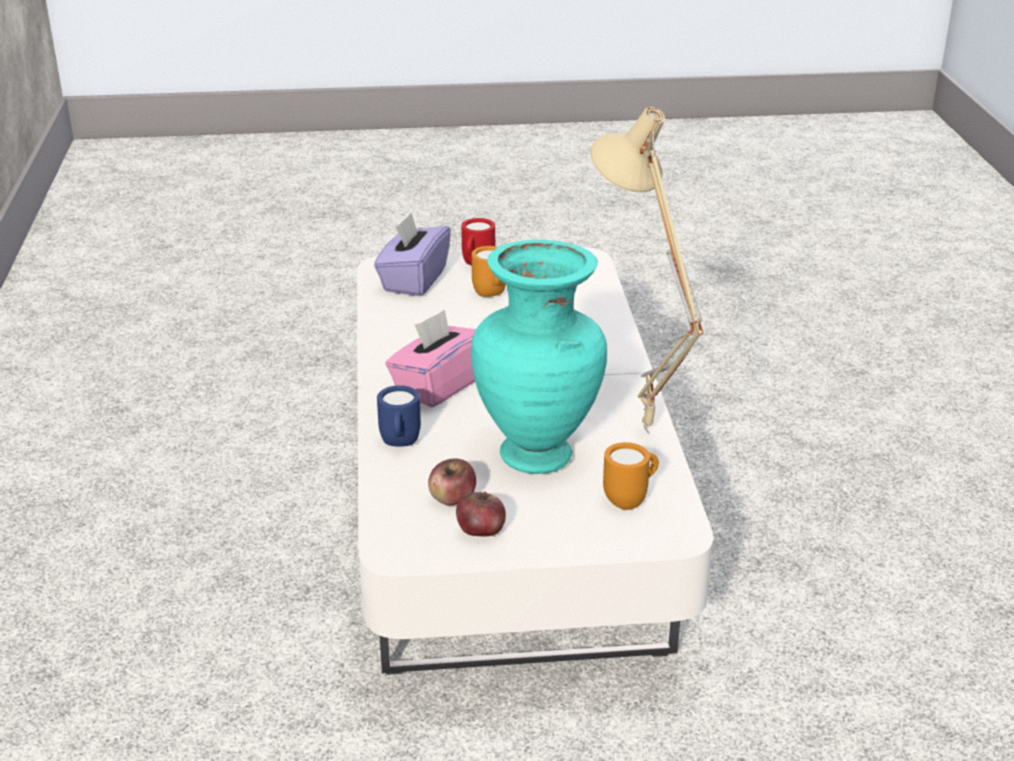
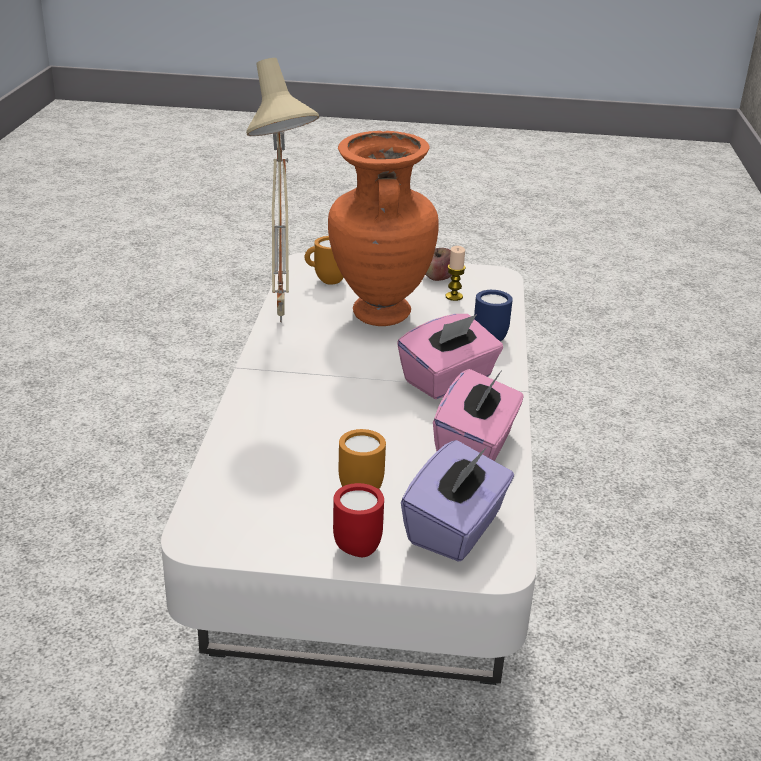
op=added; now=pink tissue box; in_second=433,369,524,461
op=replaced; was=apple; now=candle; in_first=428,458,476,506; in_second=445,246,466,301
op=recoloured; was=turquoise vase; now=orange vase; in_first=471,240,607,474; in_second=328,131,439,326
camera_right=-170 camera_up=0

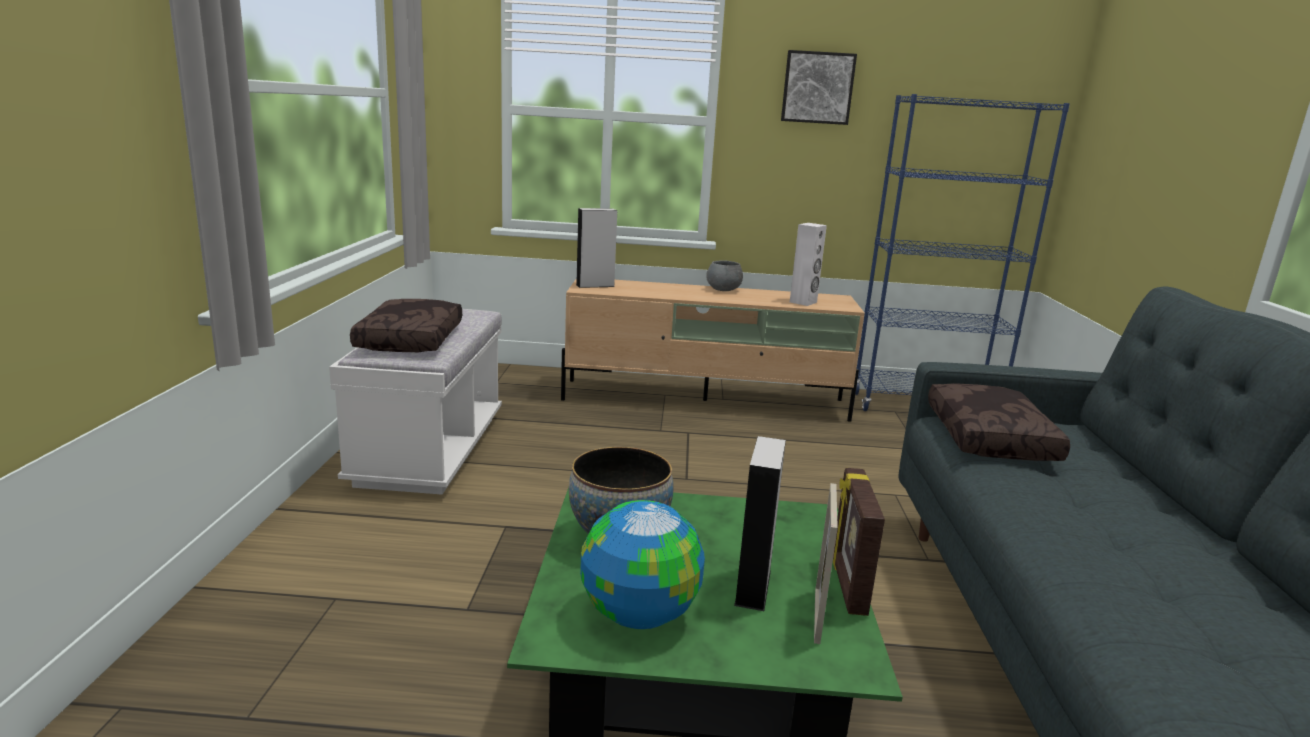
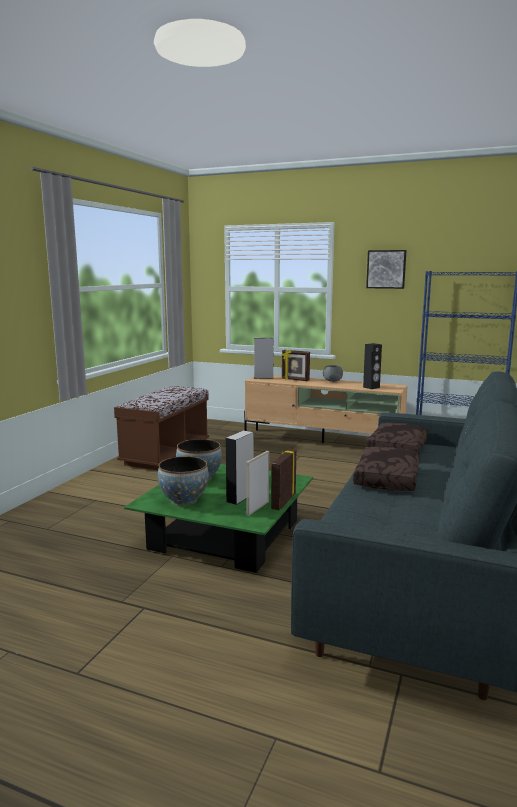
op=added; now=picture frame; in_second=282,350,310,381
op=moved; was=brown pillow; in_first=350,299,462,352; in_second=353,447,420,491
op=replaced; was=globe; now=bowl; in_first=580,500,705,629; in_second=158,456,209,506
op=recoloured; was=white bench; now=brown bench; in_first=329,309,502,495; in_second=114,386,209,470
op=recoloured; was=white speaker; now=black speaker; in_first=790,223,827,306; in_second=363,343,382,389
camera_right=20 camera_up=-5

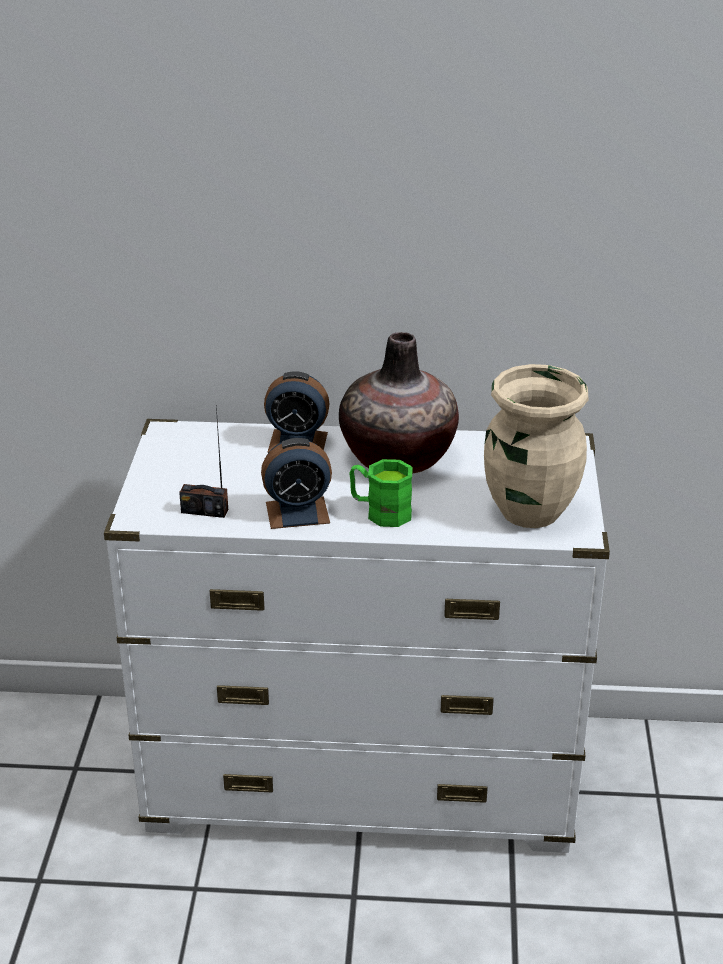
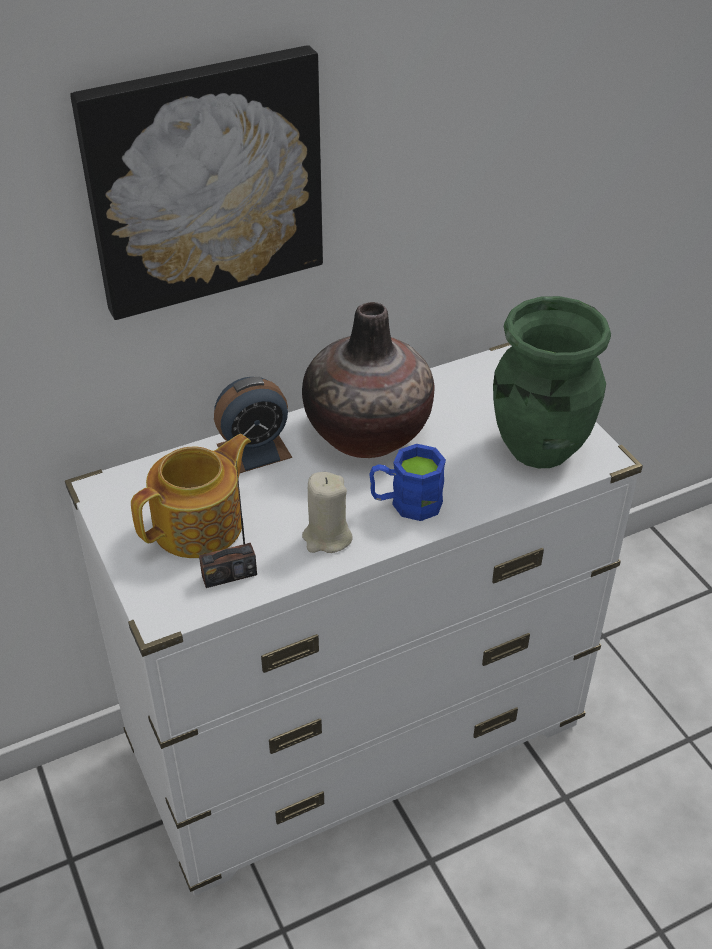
op=added; now=picture; in_second=70,45,323,320
op=added; now=teapot; in_second=131,434,251,558
op=replaced; was=alarm clock; now=beige candle; in_first=261,438,332,529; in_second=302,472,353,553
op=recoloured; was=green mug; now=blue mug; in_first=349,459,413,527; in_second=369,444,446,521
op=recoloured; was=beige vase; now=green vase; in_first=484,364,588,528; in_second=493,296,611,468
camera_right=-30 camera_up=10

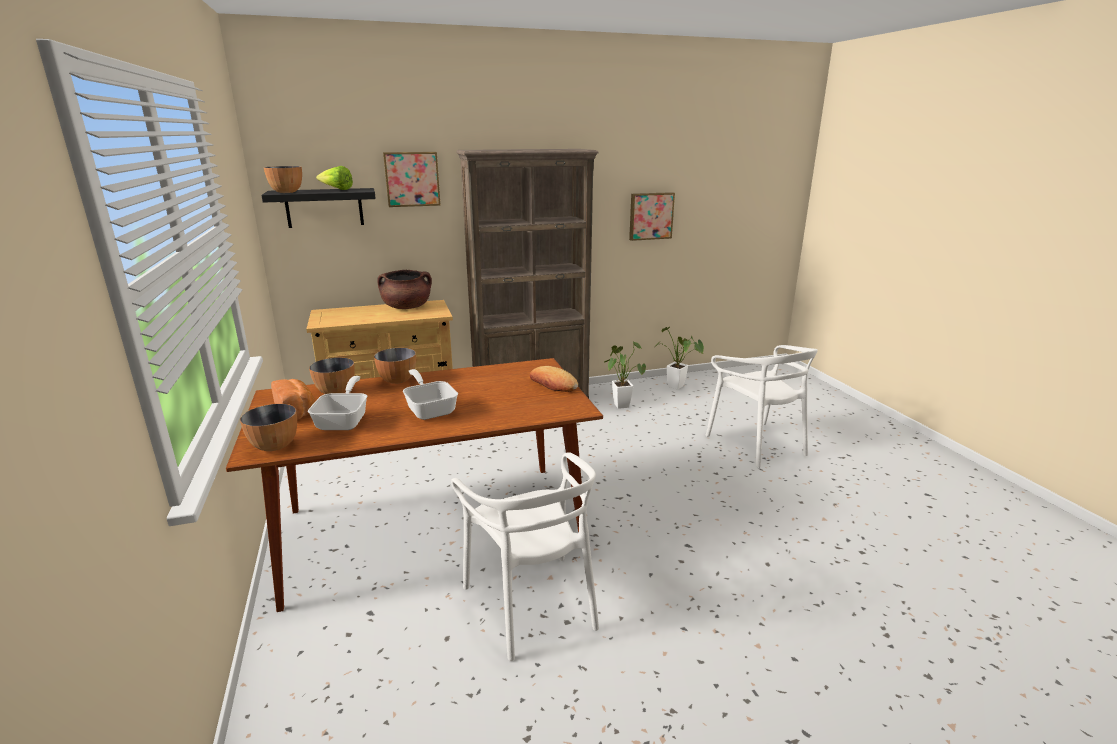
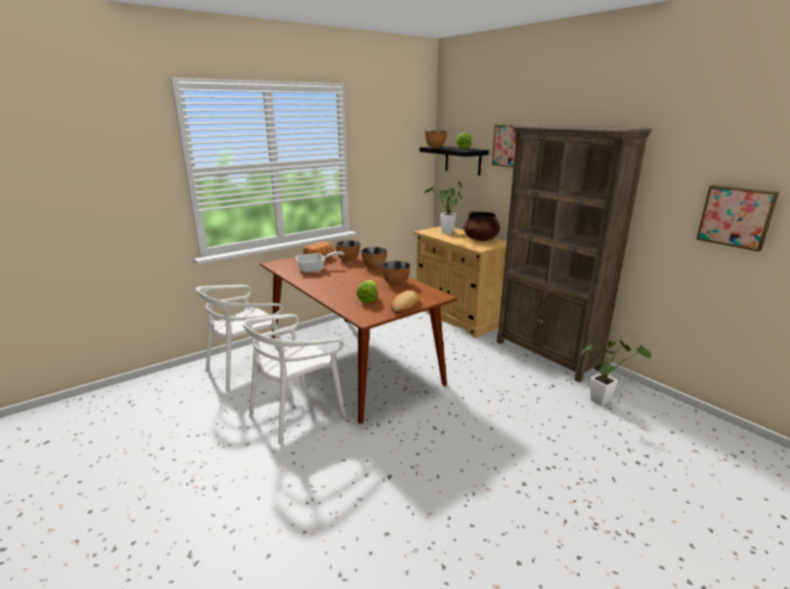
op=removed; was=frying pan; in_first=403,369,458,420
op=added; now=lettuce; in_second=356,280,377,303
op=moved; was=bowl; in_first=240,404,297,451; in_second=382,261,410,286
op=moved; was=potted plant; in_first=656,327,704,390; in_second=424,182,462,234
op=moved; was=white chair; in_first=706,345,818,468; in_second=196,285,283,392
camera_right=70 camera_up=0

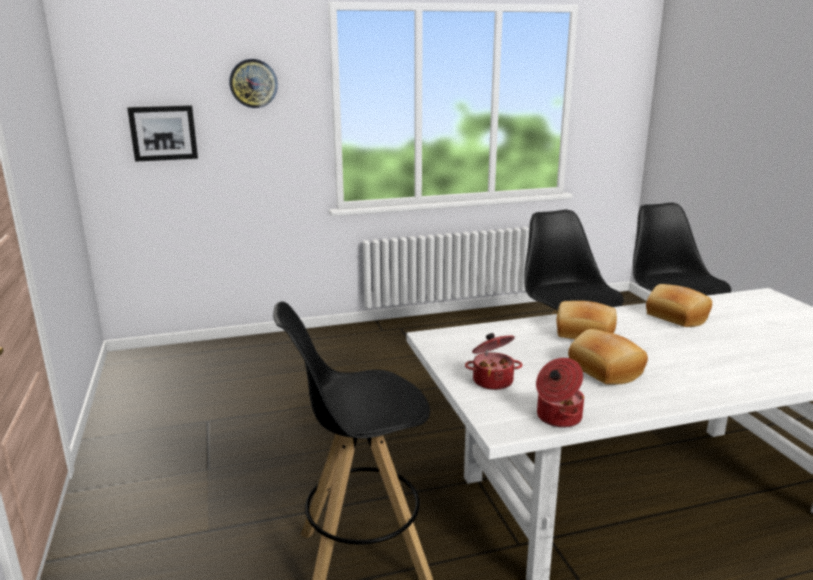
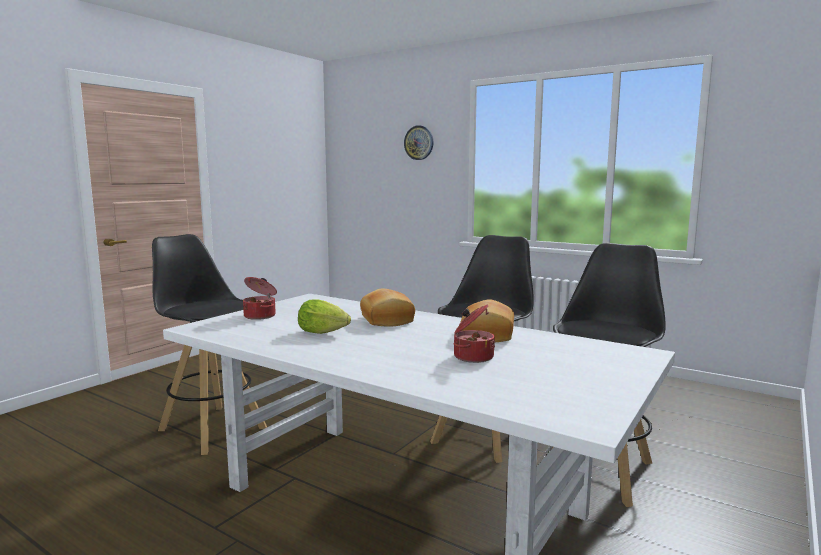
op=removed; was=picture; in_first=127,105,198,162
op=moved; was=cooking pot; in_first=536,358,584,428; in_second=453,304,495,363
op=replaced; was=bread; now=lettuce; in_first=568,329,648,385; in_second=298,299,351,334
camera_right=50 camera_up=-10

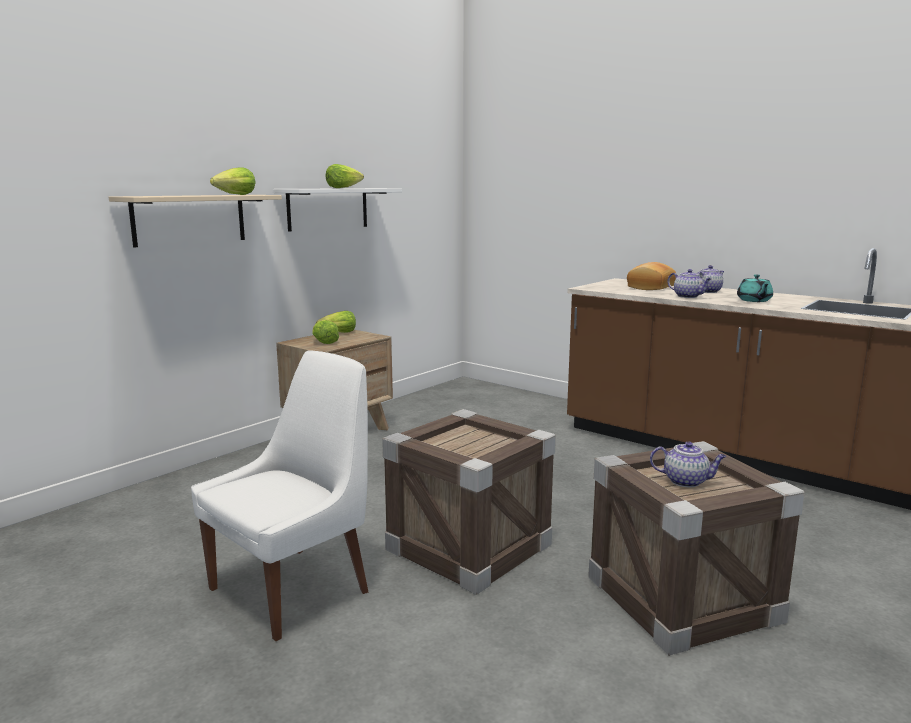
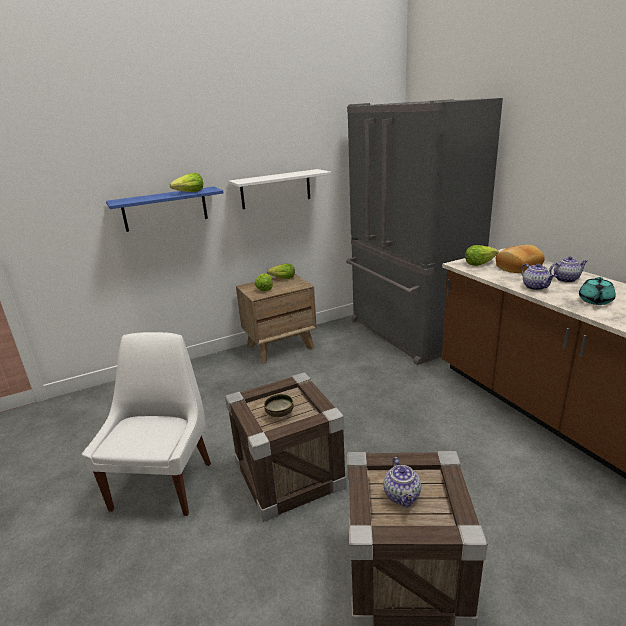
op=added; now=bowl; in_second=264,394,294,417
op=added; now=grey fridge; in_second=346,98,503,365
op=moved; was=lettuce; in_first=326,164,364,188; in_second=465,245,499,266
op=recoloured; was=beige shelf; now=blue shelf; in_first=109,195,282,248; in_second=106,187,223,232
op=turned; was=white chair; in_first=191,350,368,641; in_second=82,332,211,516; clockwise=-60
op=turned; was=teapot; in_first=650,441,726,487; in_second=383,457,421,508; clockwise=45
camera_right=25 camera_up=10

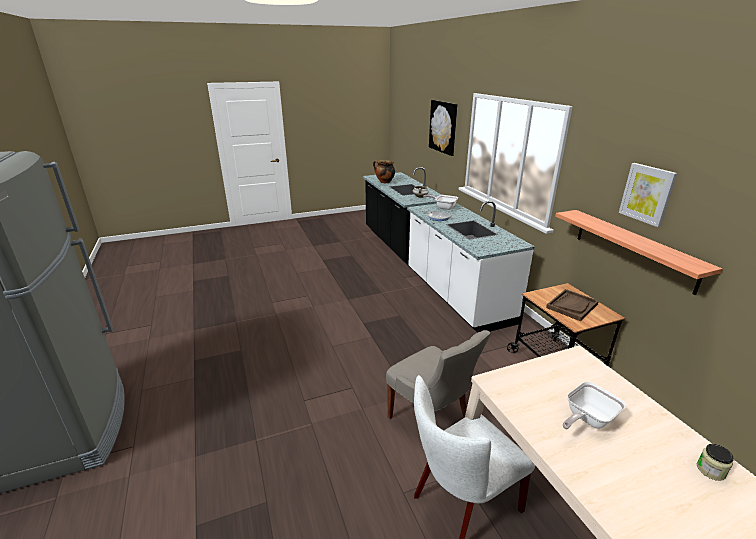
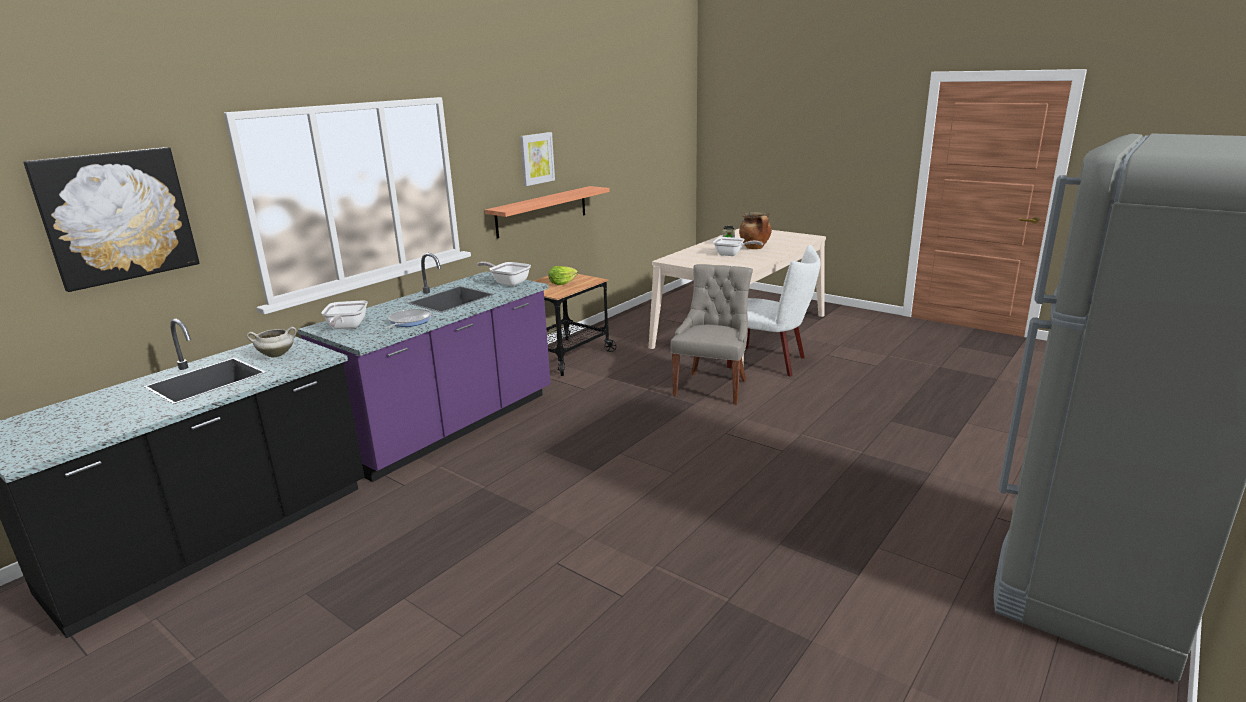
op=added; now=frying pan; in_second=478,262,531,286
op=moved; was=cooking pot; in_first=373,160,395,183; in_second=739,212,772,249
op=replaced; was=brown tray; now=lettuce; in_first=546,289,599,321; in_second=548,266,578,285
op=recoloured; was=white counter; now=purple counter; in_first=407,201,535,333; in_second=298,253,551,482
camera_right=-120 camera_up=-5

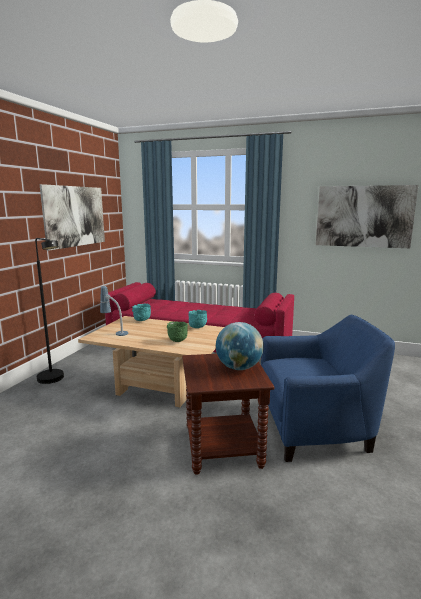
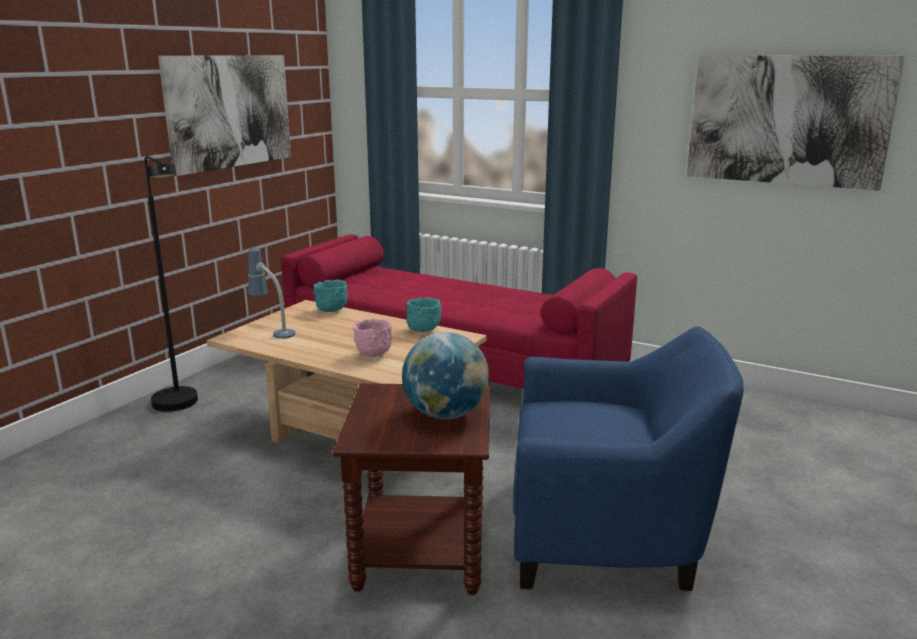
op=recoloured; was=green bowl; now=pink bowl; in_first=166,322,188,342; in_second=353,319,392,357
camera_right=10 camera_up=5

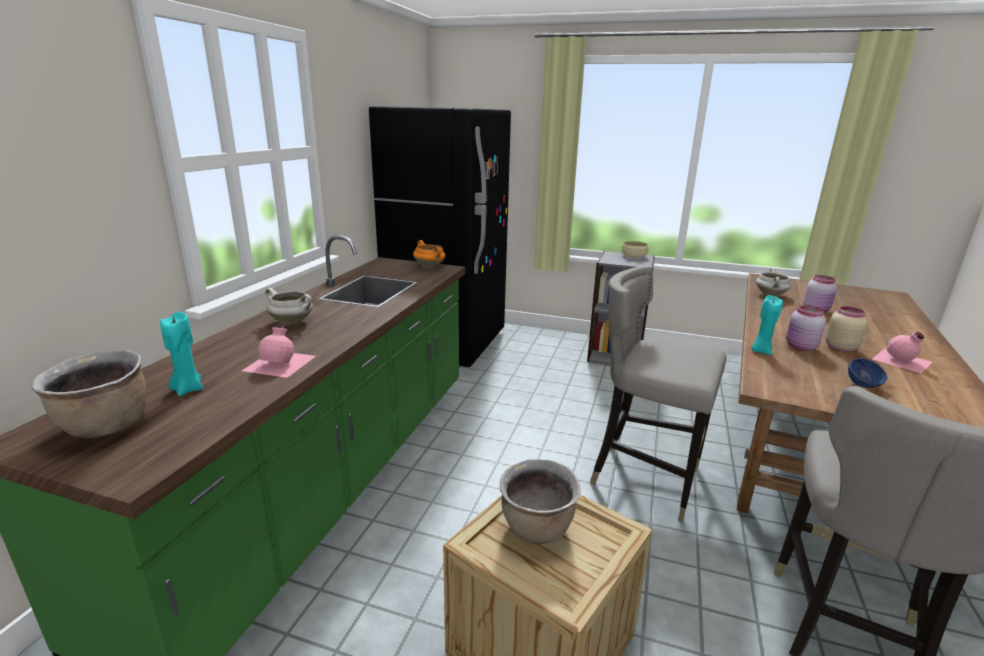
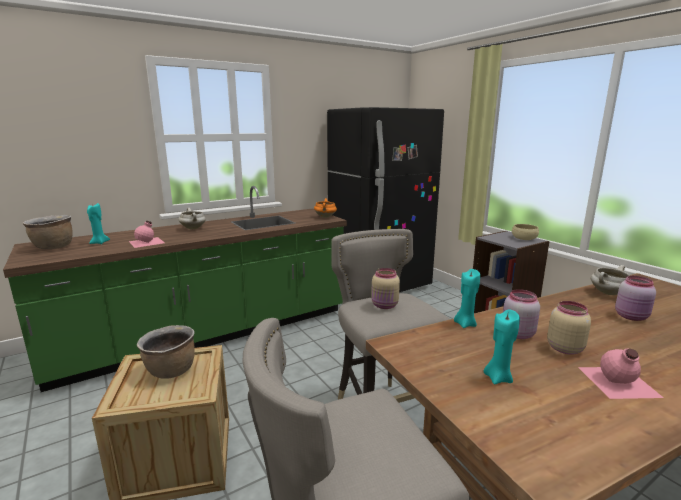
op=added; now=beige jar; in_second=371,268,400,309
op=replaced; was=blue bowl; now=turquoise candle; in_first=848,358,887,388; in_second=484,309,520,385
camera_right=40 camera_up=-5

